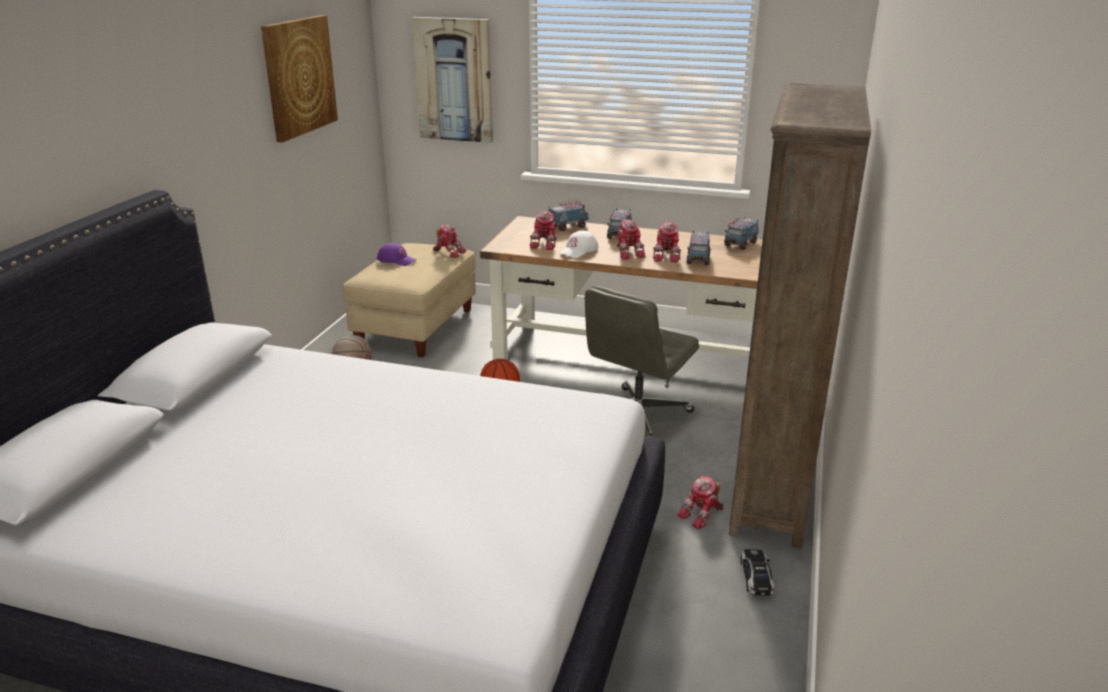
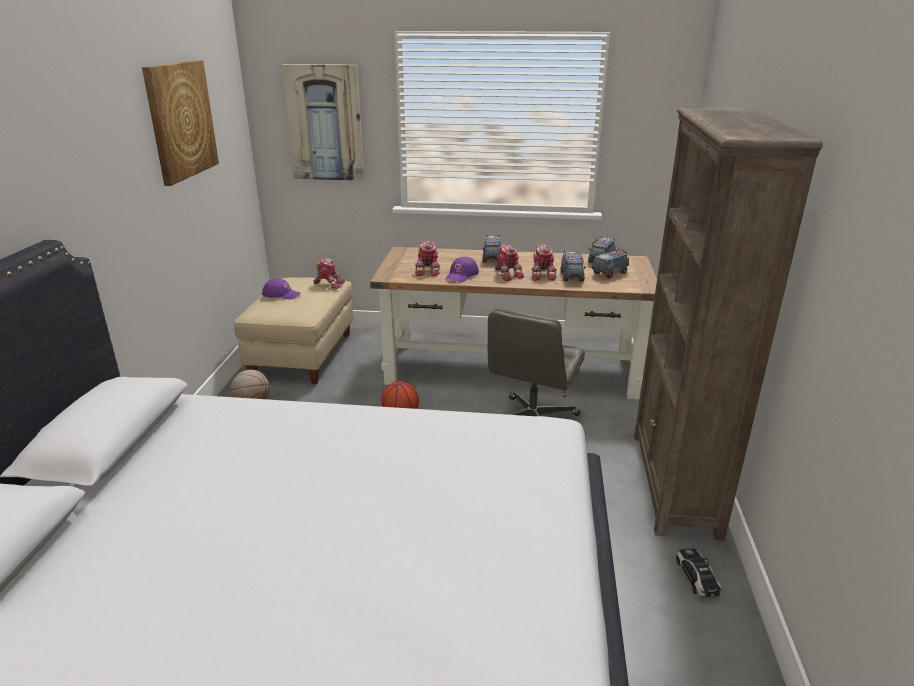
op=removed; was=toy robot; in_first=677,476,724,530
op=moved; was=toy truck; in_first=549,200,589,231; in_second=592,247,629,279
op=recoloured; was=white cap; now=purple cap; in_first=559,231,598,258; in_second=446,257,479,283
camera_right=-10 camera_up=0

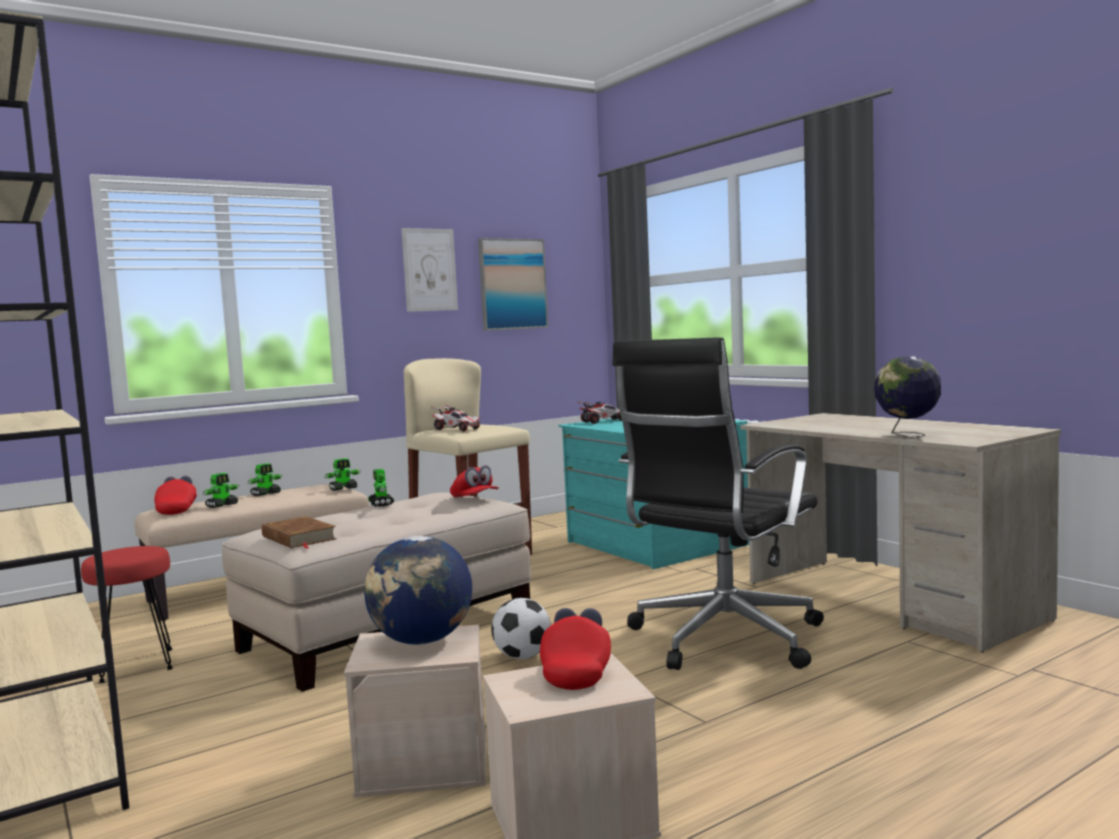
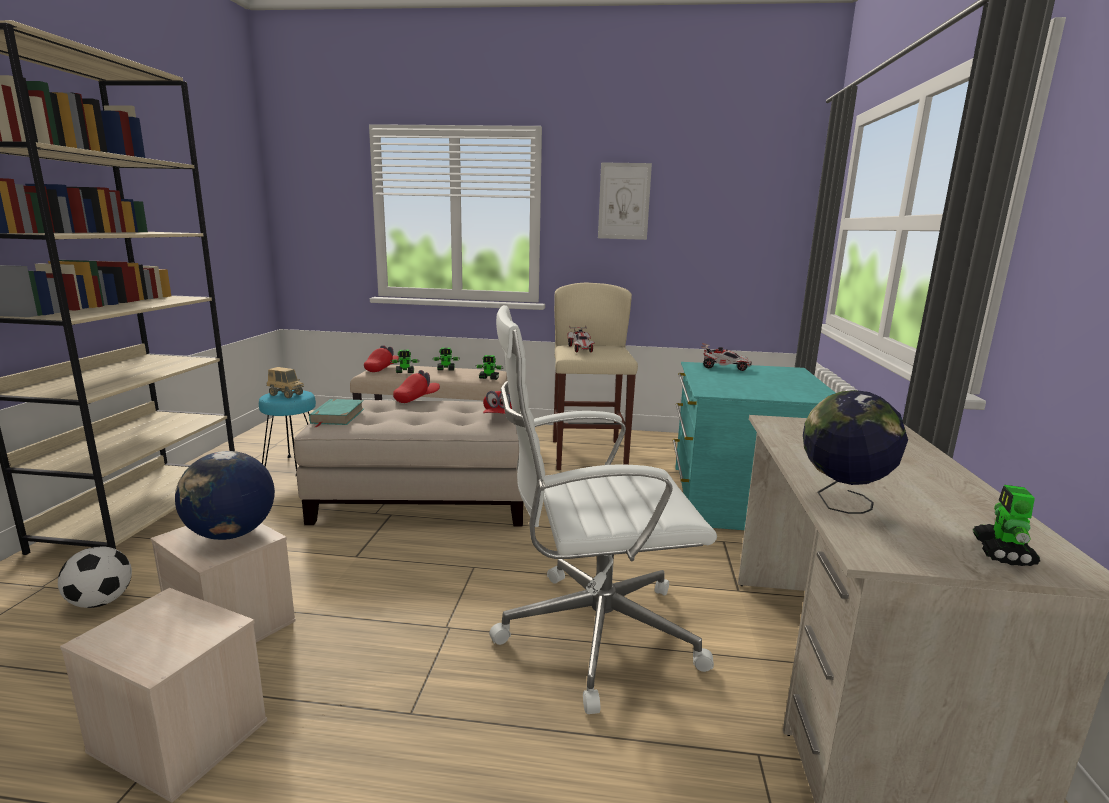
op=removed; was=picture; in_first=478,238,549,331
op=added; now=toy truck; in_second=266,367,304,398
op=moved; was=toy robot; in_first=368,469,394,507; in_second=973,485,1040,566
op=moved; was=football; in_first=491,598,551,659; in_second=58,546,132,608
op=moved; was=red cap; in_first=540,608,611,690; in_second=393,370,440,403
op=recoloured; was=red stool; now=turquoise stool; in_first=81,546,173,683; in_second=259,390,316,476
op=recoloured; was=brown book; now=turquoise book; in_first=262,516,337,549; in_second=309,399,364,427
op=recoloured; was=black office chair; now=white office chair; in_first=612,337,824,670; in_second=489,305,717,714
camera_right=40 camera_up=10

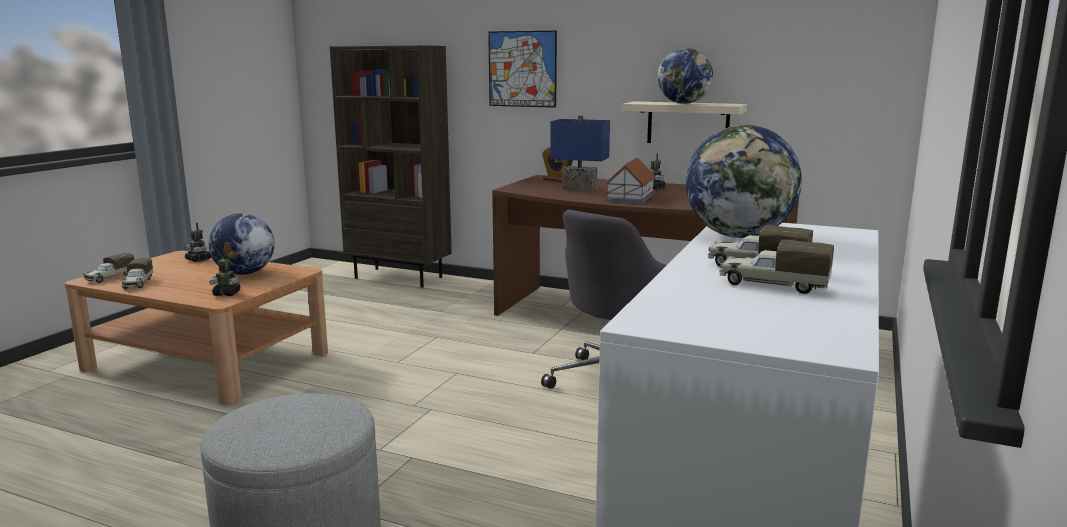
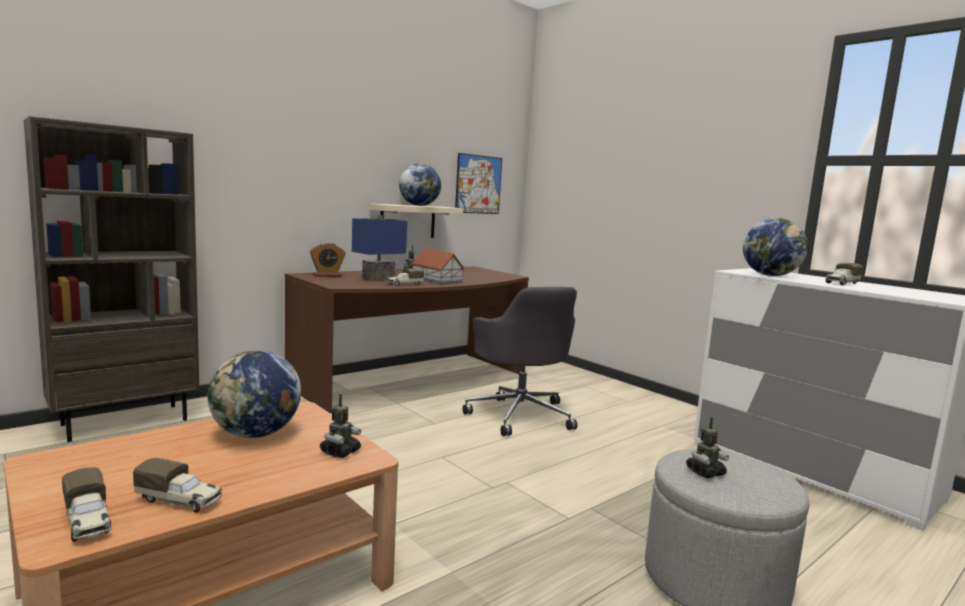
op=moved; was=toy robot; in_first=184,223,211,262; in_second=686,417,729,478
op=moved; was=picture; in_first=488,31,557,108; in_second=455,153,502,214
op=moved; was=toy truck; in_first=719,239,834,294; in_second=387,268,424,286
camera_right=-65 camera_up=-5

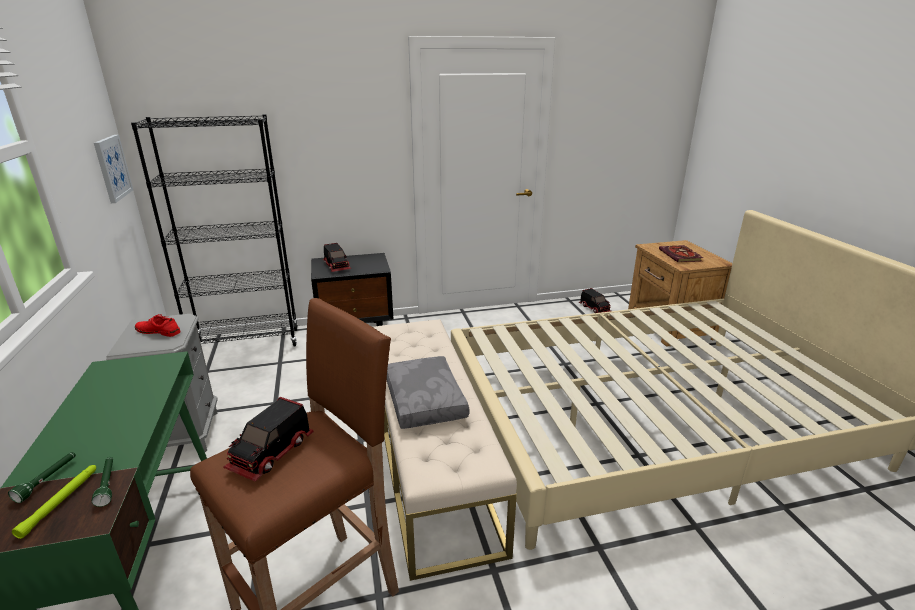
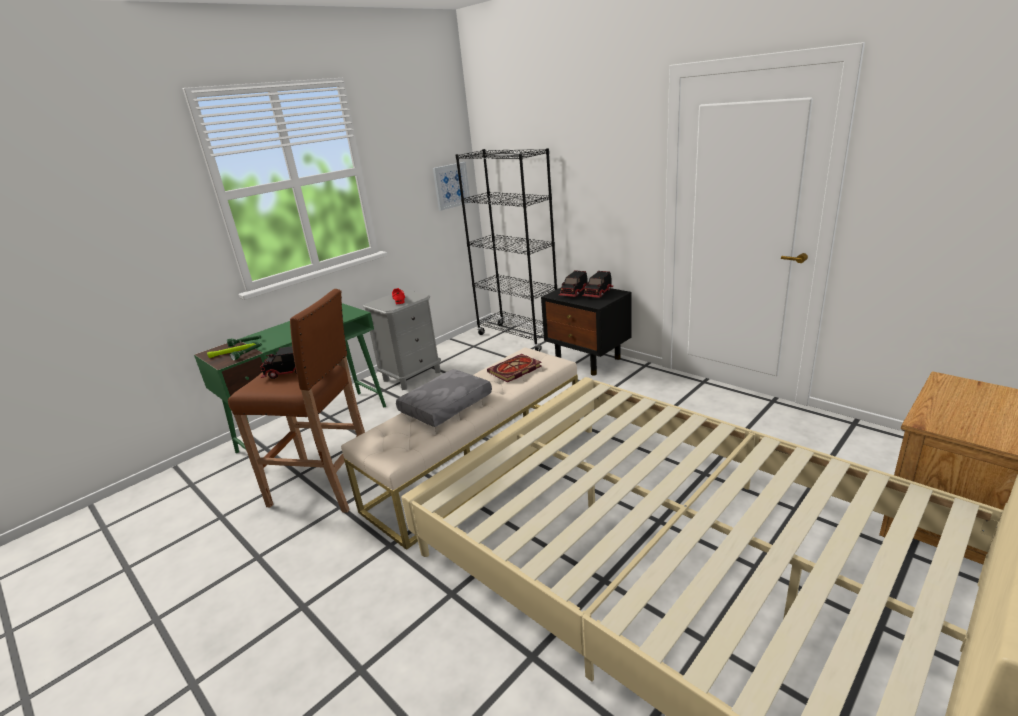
op=moved; was=toy truck; in_first=579,288,611,313; in_second=582,271,613,298
op=moved; was=book; in_first=659,245,703,262; in_second=487,354,542,382
camera_right=60 camera_up=0

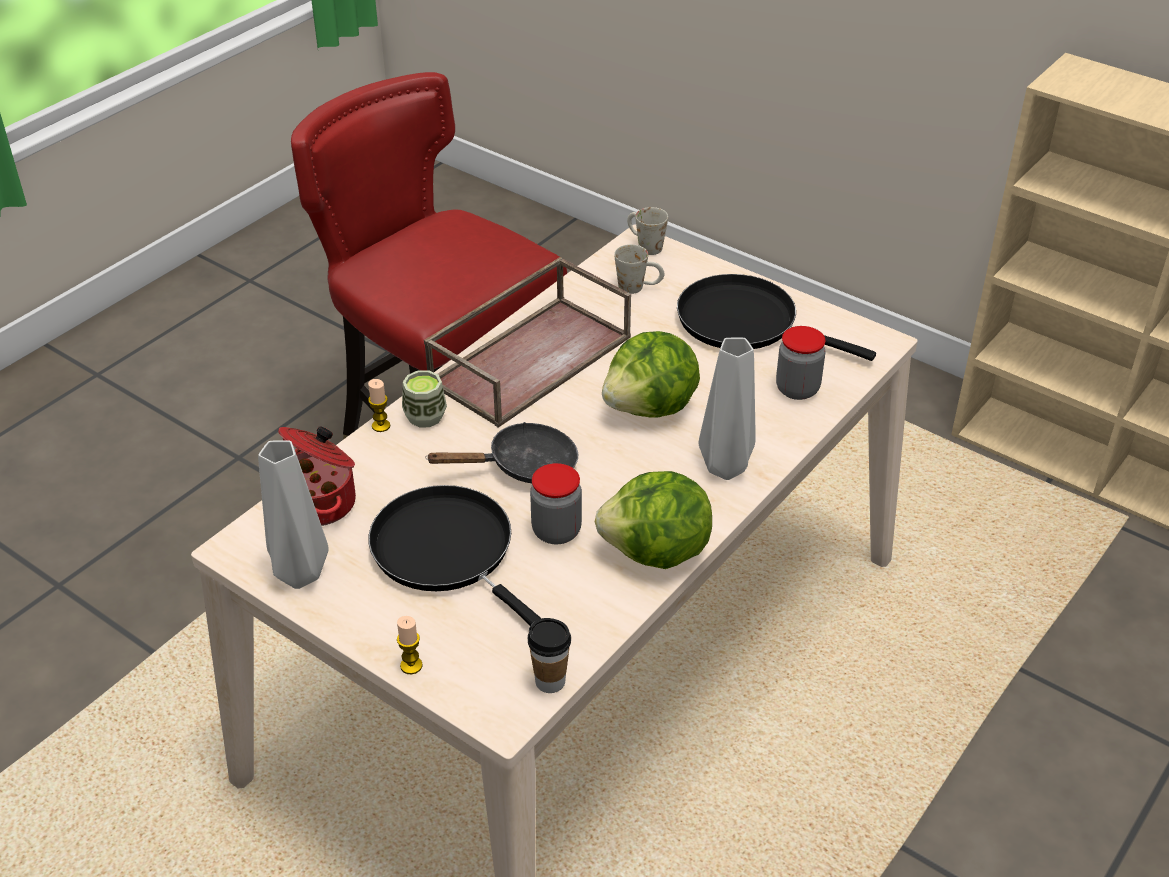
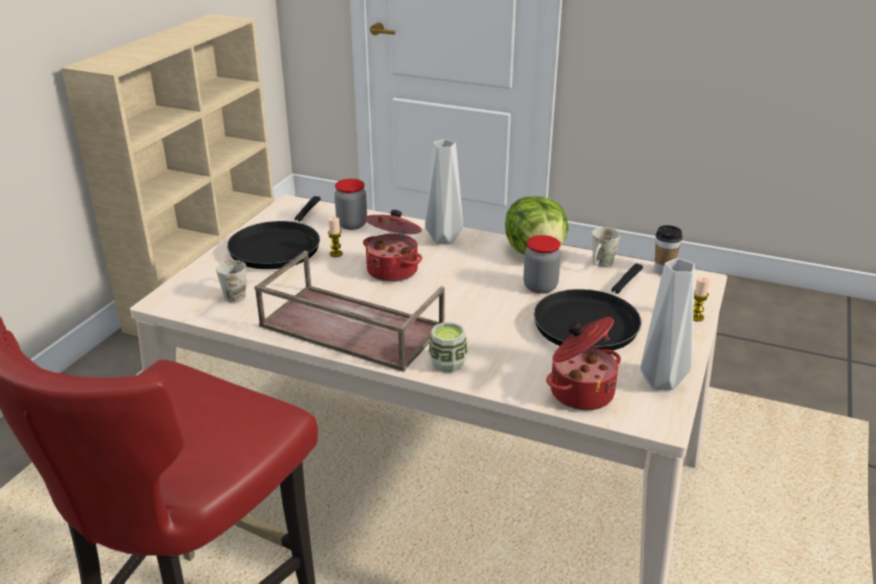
op=removed; was=black frying pan; in_first=425,422,578,483
op=moved; was=candle; in_first=368,379,390,432; in_second=328,217,343,257
op=moved; was=white mug; in_first=627,207,668,255; in_second=592,227,620,267
op=replaced; was=lettuce; now=cooking pot; in_first=602,331,700,417; in_second=363,210,422,282
camera_right=-105 camera_up=-10

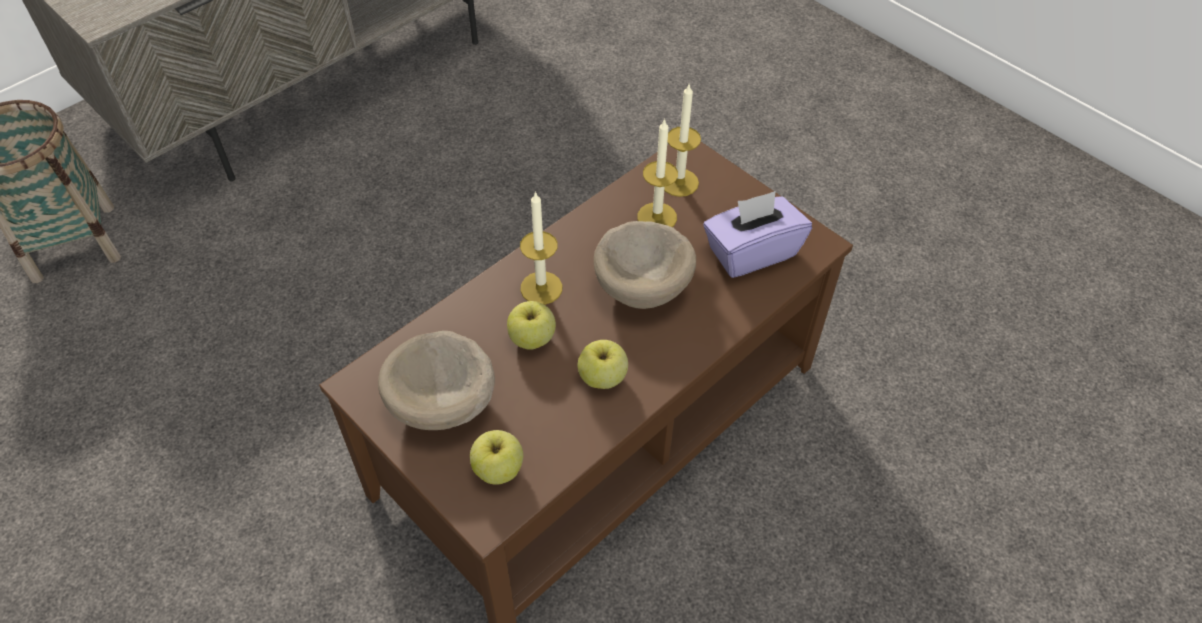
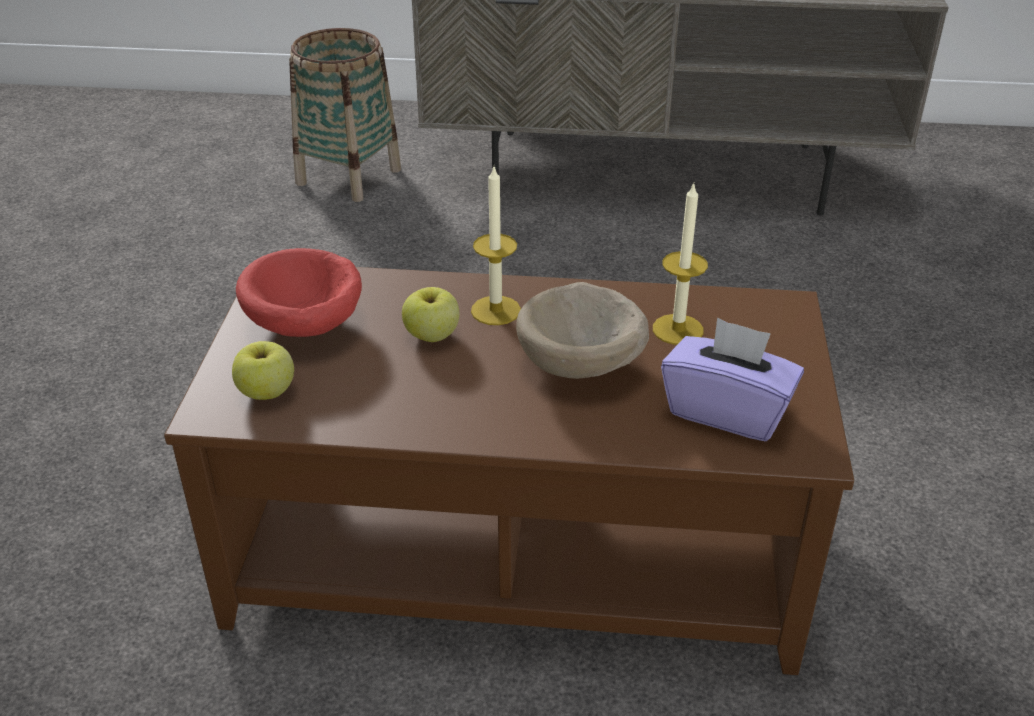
op=removed; was=apple; in_first=577,340,628,389
op=removed; was=candle; in_first=664,84,701,197
op=recoloured; was=beige bowl; now=red bowl; in_first=378,331,495,430; in_second=236,248,362,337
camera_right=50 camera_up=-15

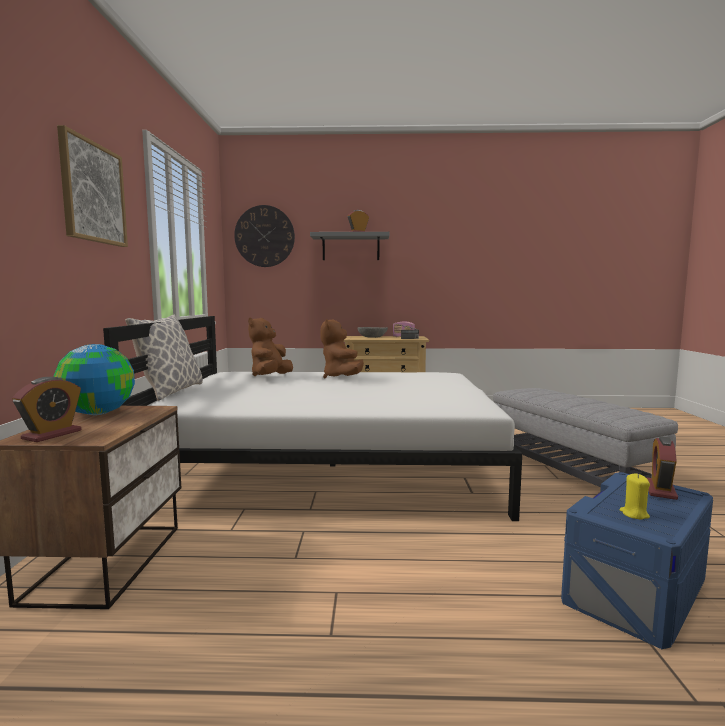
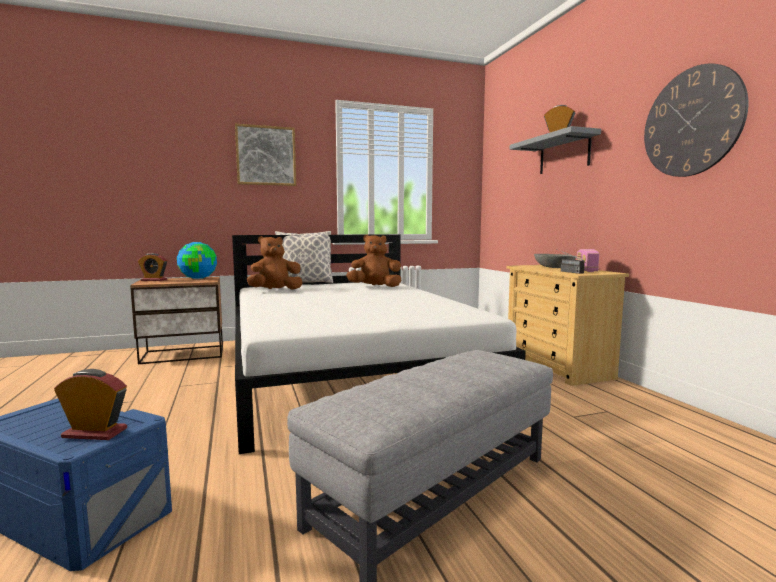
op=removed; was=yellow candle; in_first=619,474,650,520
op=moved; was=wall clock; in_first=234,205,295,267; in_second=644,64,748,177
op=moved; was=brown plush toy; in_first=320,319,364,379; in_second=247,236,303,290
camera_right=70 camera_up=0

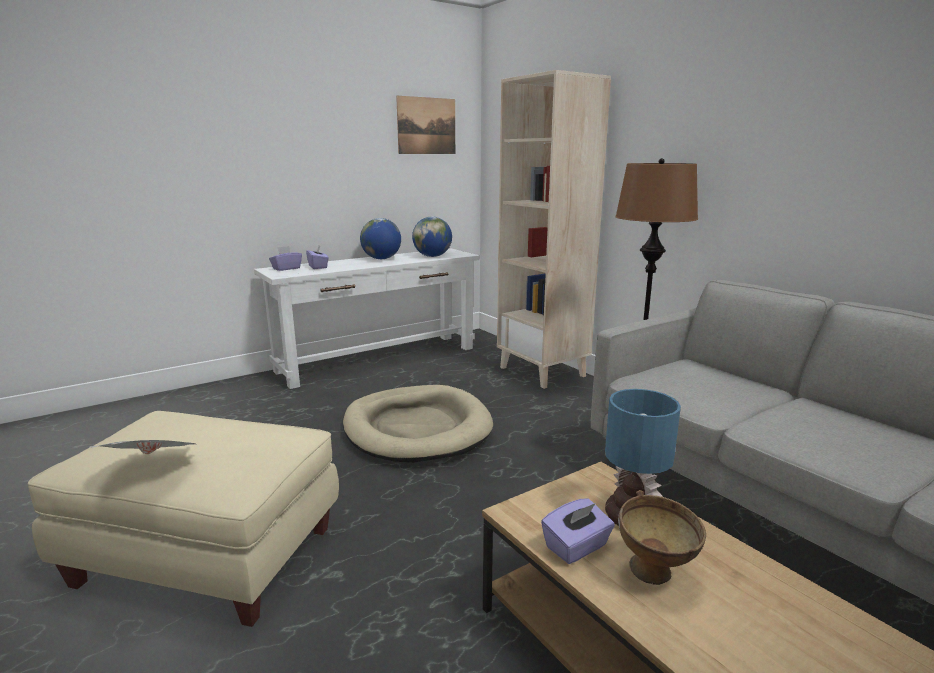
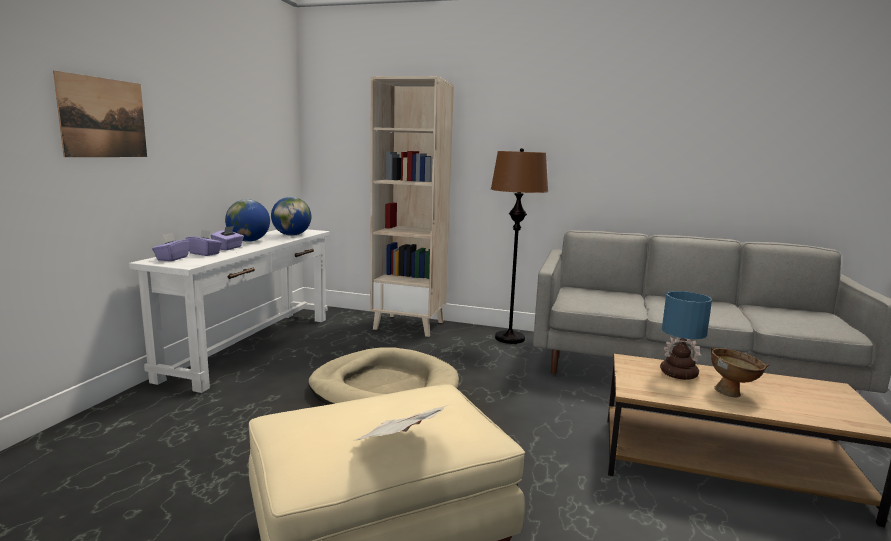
op=moved; was=picture; in_first=396,96,455,154; in_second=53,71,147,157
op=moved; was=purple tissue box; in_first=541,498,615,564; in_second=211,226,244,250
camera_right=-40 camera_up=-5

